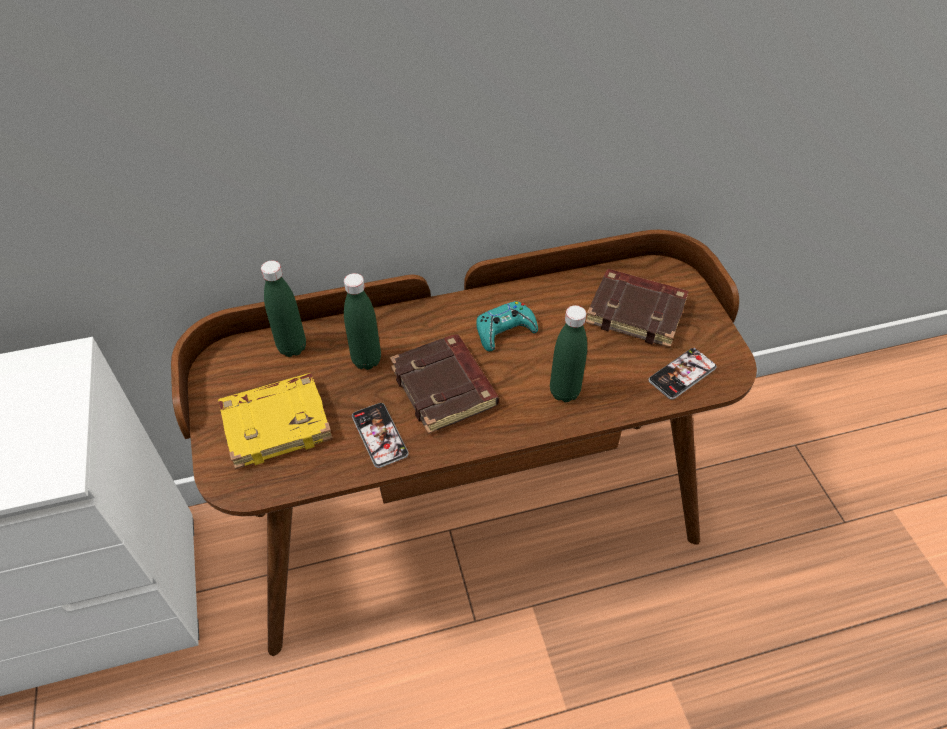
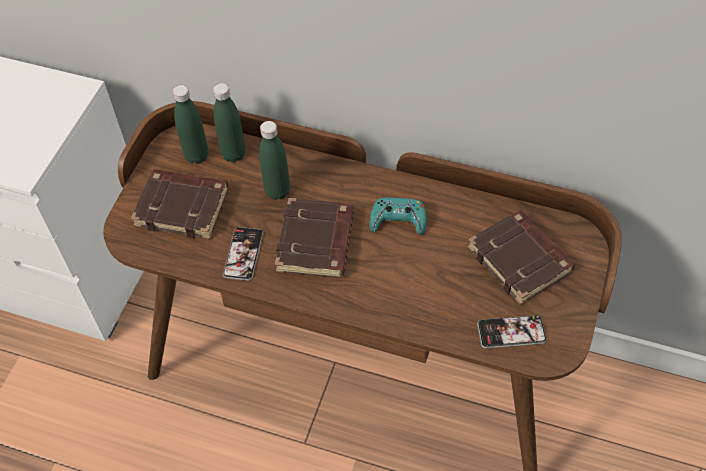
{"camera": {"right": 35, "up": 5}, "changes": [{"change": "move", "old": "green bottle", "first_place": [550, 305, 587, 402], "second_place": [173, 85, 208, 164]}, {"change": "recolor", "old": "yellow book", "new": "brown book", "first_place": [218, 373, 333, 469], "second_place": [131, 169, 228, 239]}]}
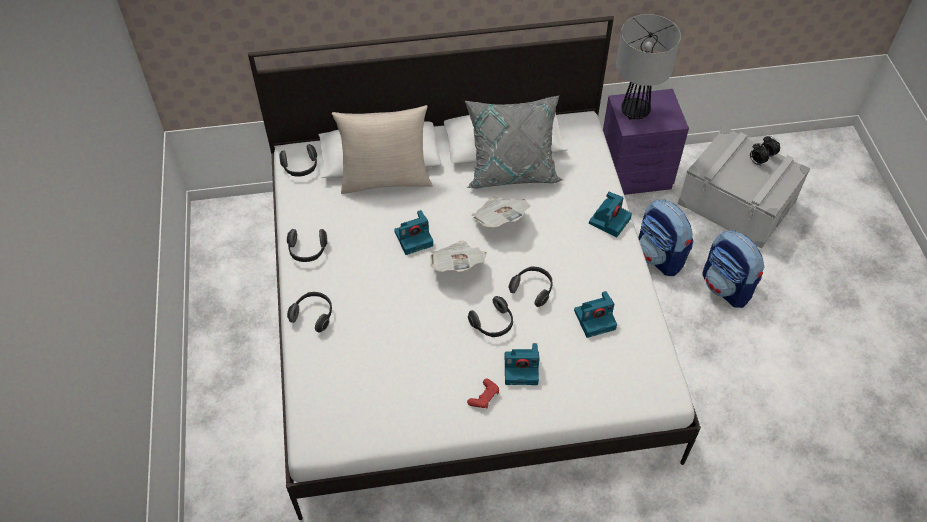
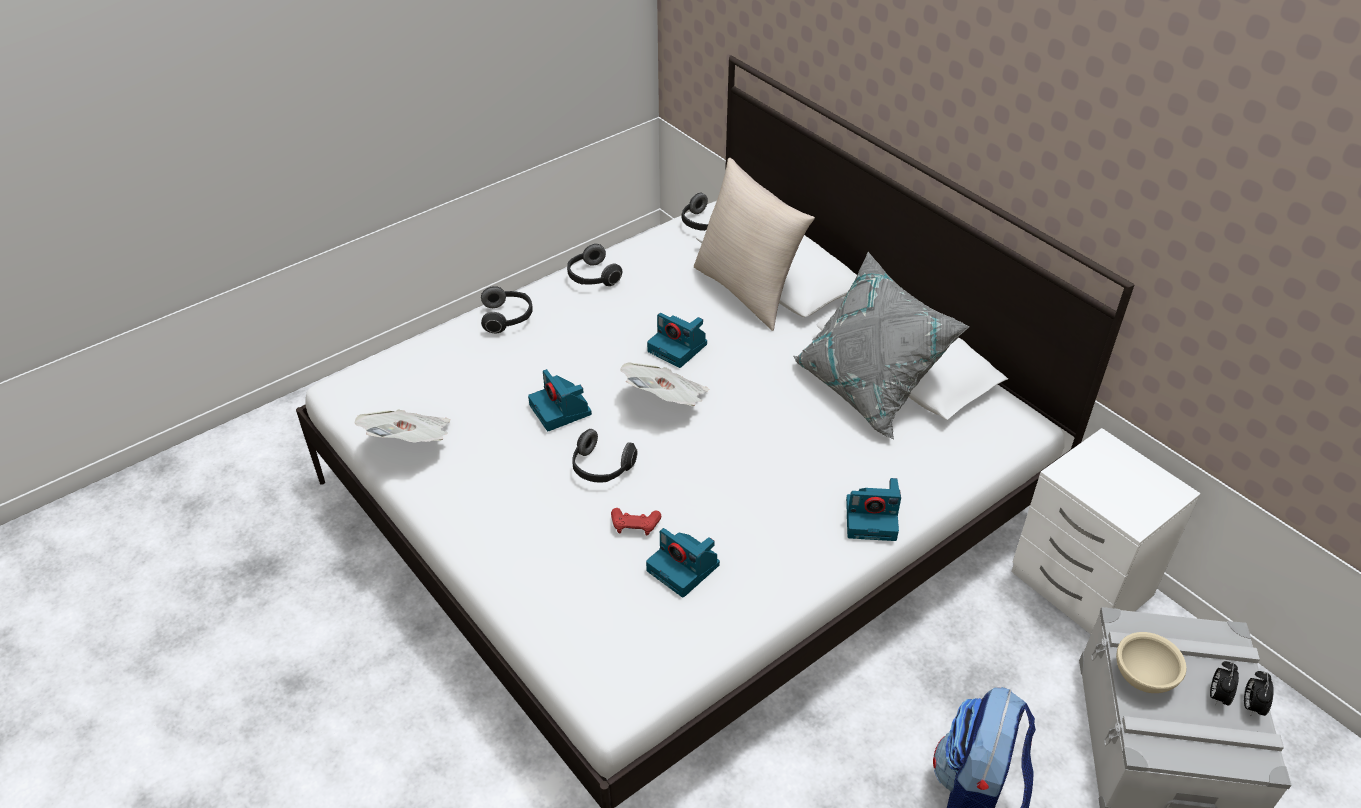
{"camera": {"right": 60, "up": -10}, "changes": [{"change": "delete", "old": "table lamp", "first_place": [616, 14, 681, 120]}, {"change": "recolor", "old": "purple nightstand", "new": "white nightstand", "first_place": [603, 89, 689, 195], "second_place": [1011, 428, 1201, 634]}, {"change": "move", "old": "newspaper", "first_place": [471, 197, 531, 227], "second_place": [355, 409, 450, 443]}, {"change": "delete", "old": "backpack", "first_place": [638, 199, 693, 276]}, {"change": "delete", "old": "headphones", "first_place": [509, 266, 552, 307]}, {"change": "move", "old": "photo camera", "first_place": [505, 343, 540, 385], "second_place": [528, 369, 592, 431]}, {"change": "move", "old": "red game controller", "first_place": [467, 378, 499, 409], "second_place": [611, 508, 661, 535]}, {"change": "insert", "new": "beige bowl", "second_place": [1116, 632, 1186, 693]}]}
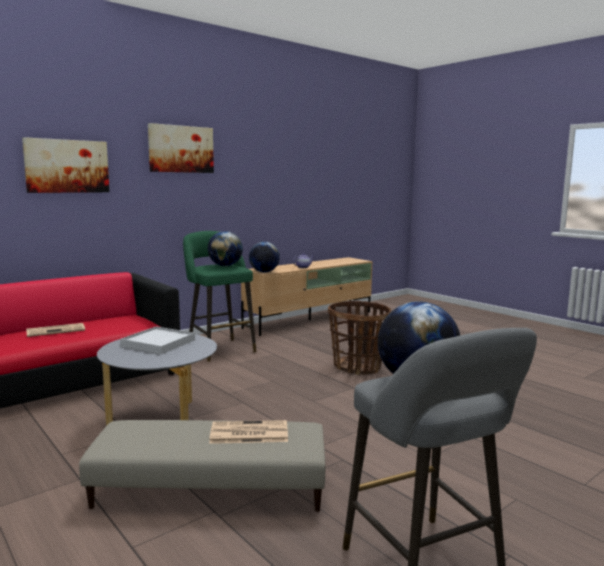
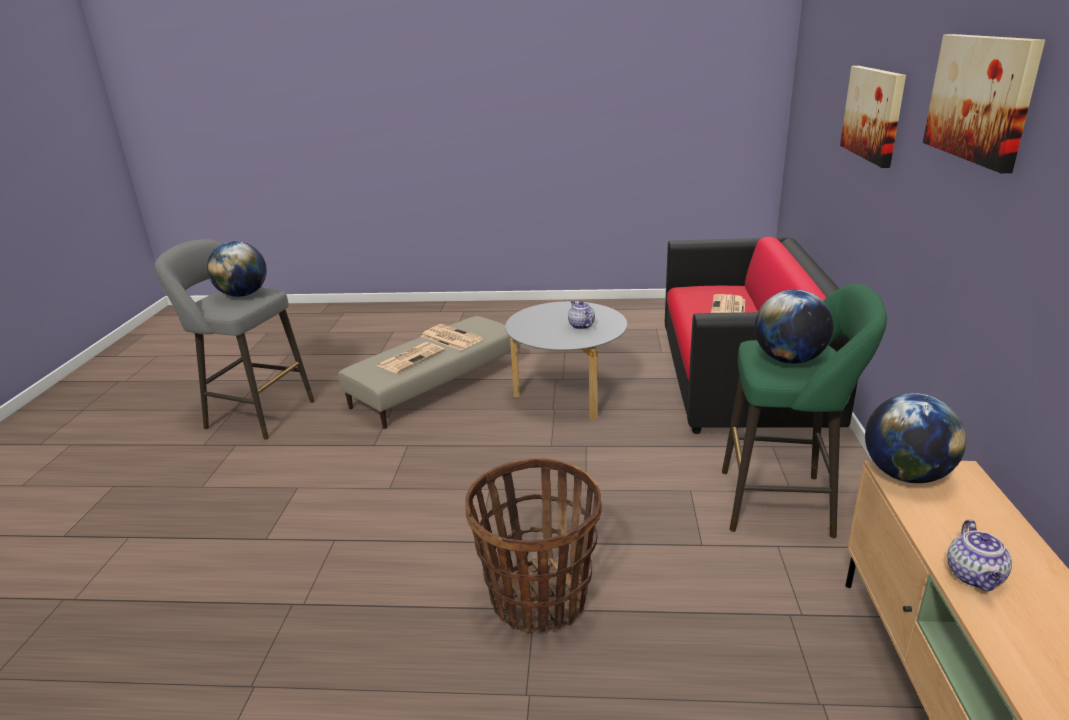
{"camera": {"right": 135, "up": 15}, "changes": [{"change": "replace", "old": "white tray", "new": "teapot", "first_place": [120, 326, 195, 354], "second_place": [568, 301, 595, 329]}, {"change": "insert", "new": "newspaper", "second_place": [421, 324, 483, 351]}]}
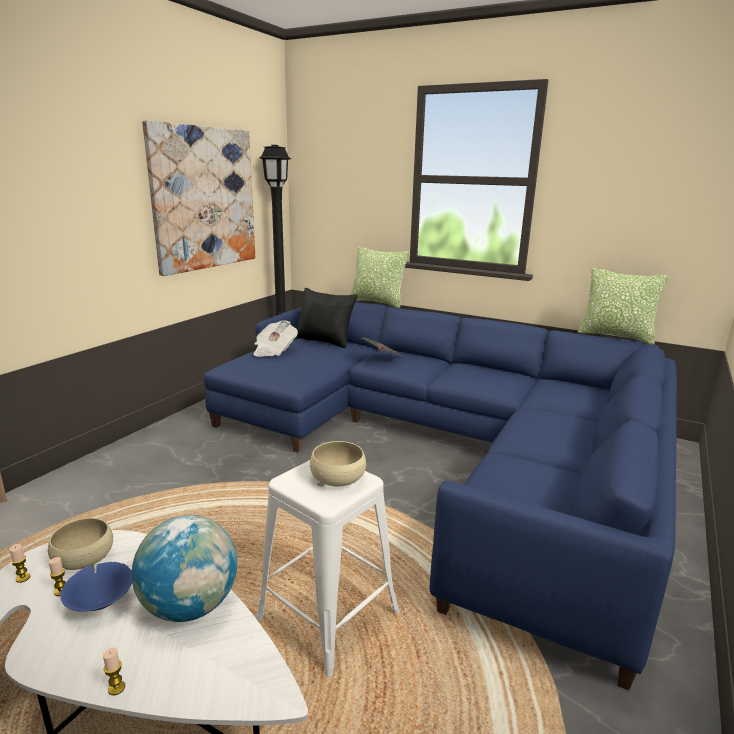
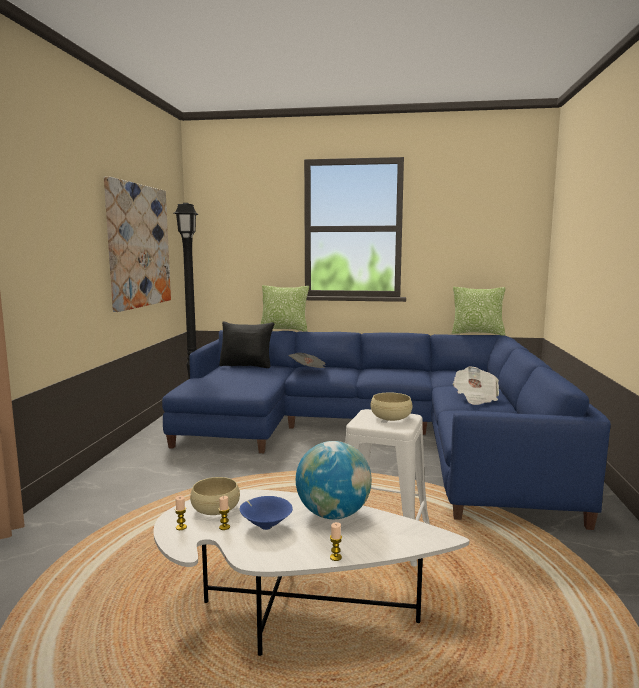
{"camera": {"right": -20, "up": -10}, "changes": [{"change": "move", "old": "newspaper", "first_place": [254, 320, 298, 357], "second_place": [453, 367, 499, 405]}]}
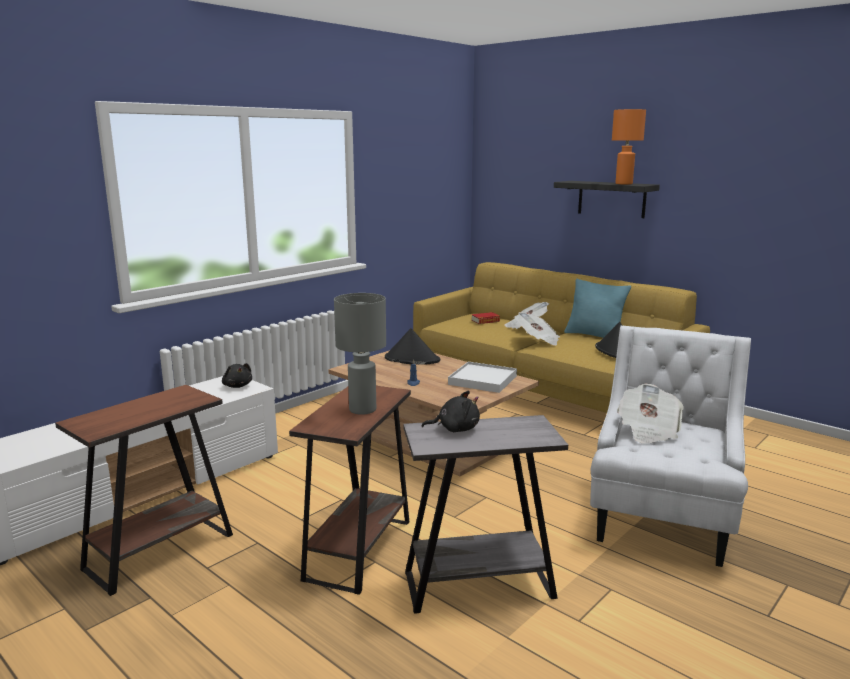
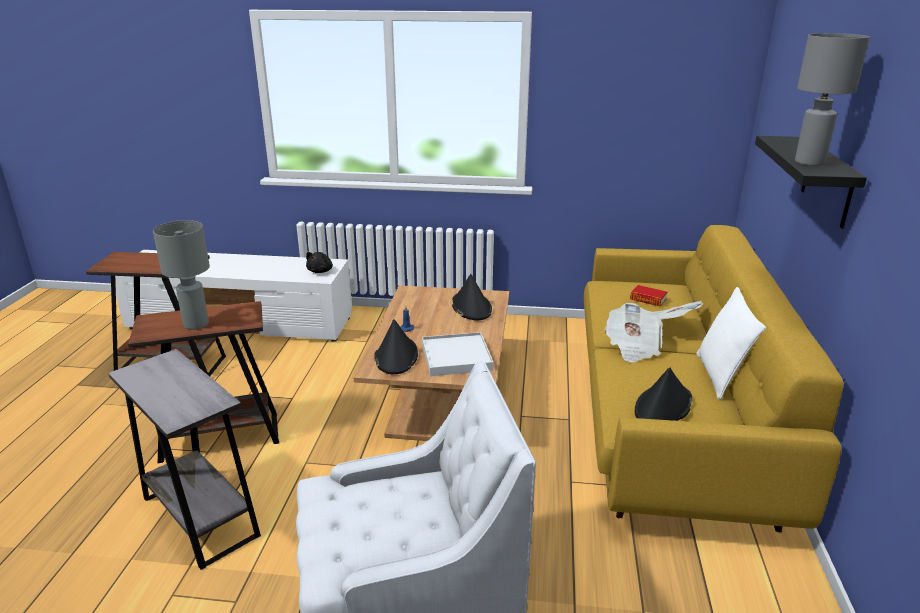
{"camera": {"right": 55, "up": 10}, "changes": [{"change": "recolor", "old": "orange table lamp", "new": "grey table lamp", "first_place": [612, 109, 646, 185], "second_place": [795, 33, 870, 166]}, {"change": "recolor", "old": "turquoise pillow", "new": "white pillow", "first_place": [564, 279, 631, 338], "second_place": [696, 287, 766, 400]}, {"change": "delete", "old": "newspaper", "first_place": [617, 384, 684, 444]}, {"change": "delete", "old": "black plush toy", "first_place": [422, 391, 480, 432]}, {"change": "insert", "new": "black hat", "second_place": [374, 319, 418, 374]}]}
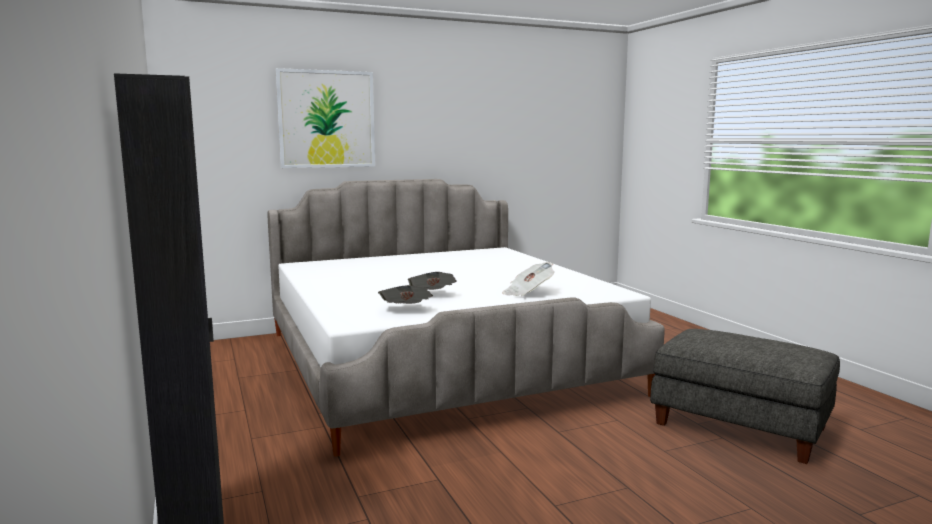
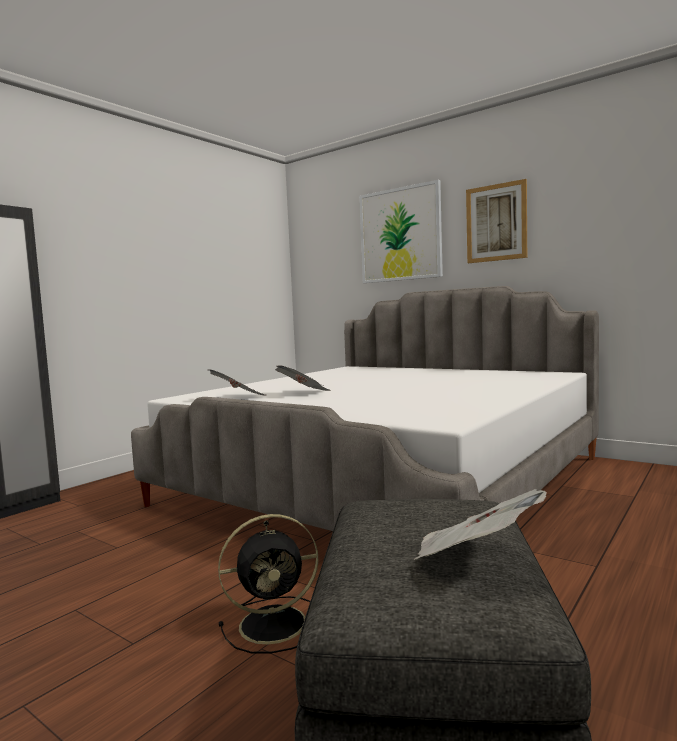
{"camera": {"right": 60, "up": -5}, "changes": [{"change": "move", "old": "newspaper", "first_place": [502, 262, 555, 296], "second_place": [414, 489, 547, 560]}, {"change": "insert", "new": "picture", "second_place": [466, 179, 527, 263]}, {"change": "insert", "new": "black fan", "second_place": [218, 514, 319, 653]}]}
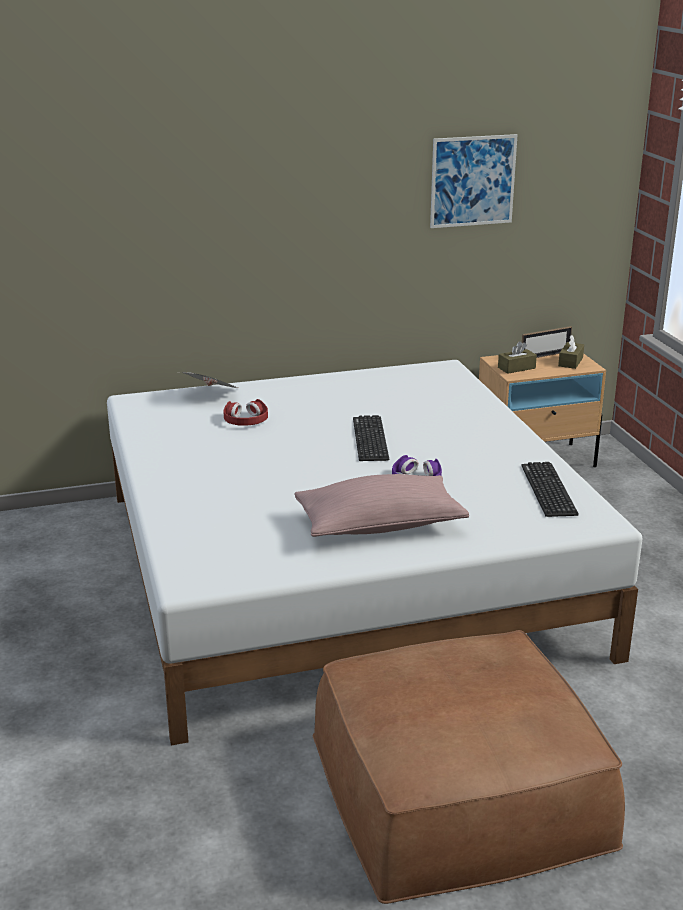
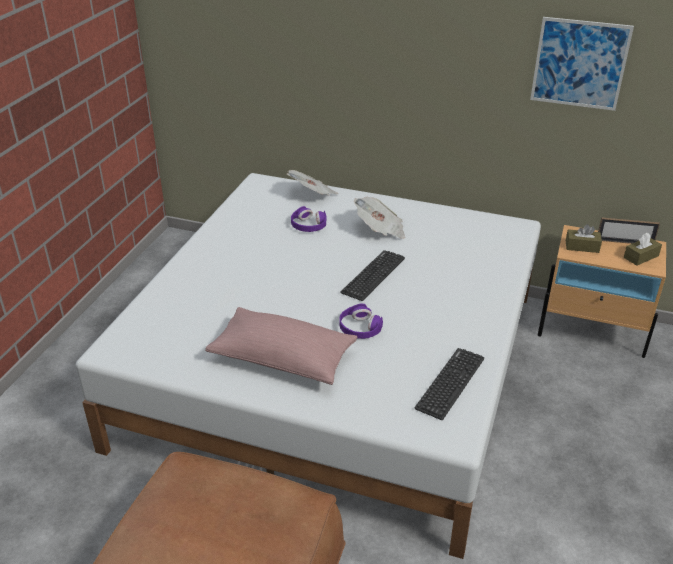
{"camera": {"right": 35, "up": 10}, "changes": [{"change": "recolor", "old": "red headphones", "new": "purple headphones", "first_place": [223, 399, 268, 426], "second_place": [291, 206, 327, 232]}, {"change": "insert", "new": "newspaper", "second_place": [354, 197, 405, 239]}]}
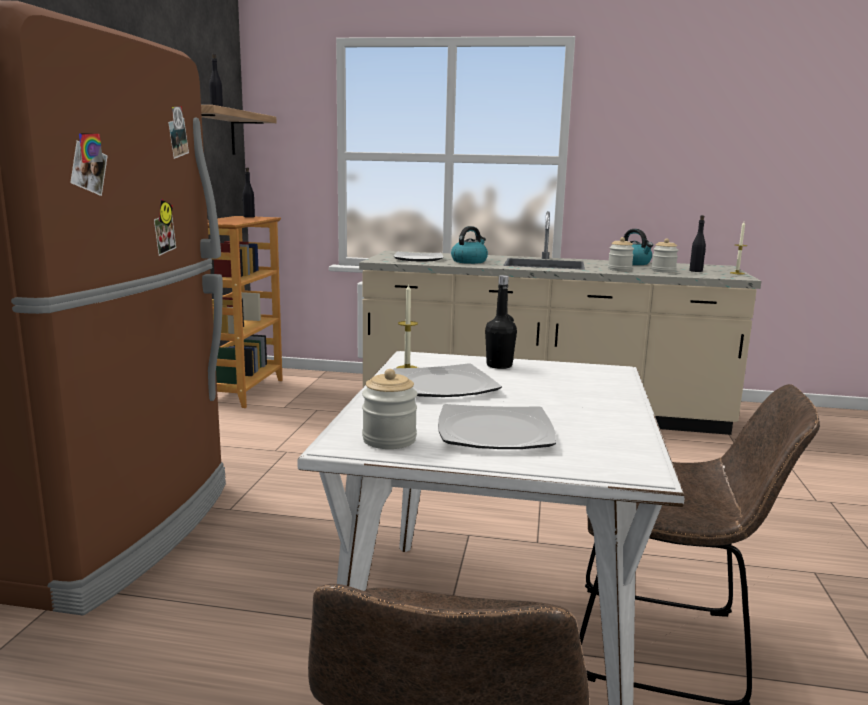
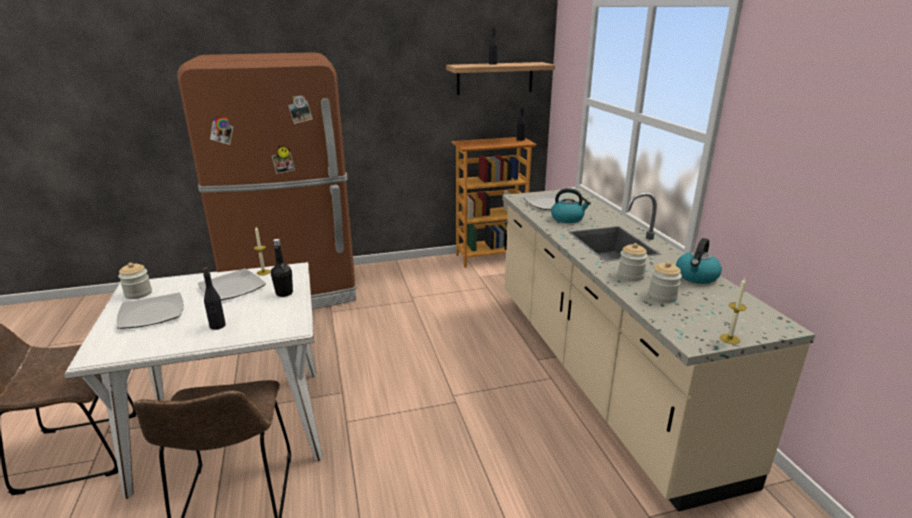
{"camera": {"right": 65, "up": 10}, "changes": [{"change": "move", "old": "black bottle", "first_place": [689, 215, 706, 272], "second_place": [203, 267, 226, 330]}]}
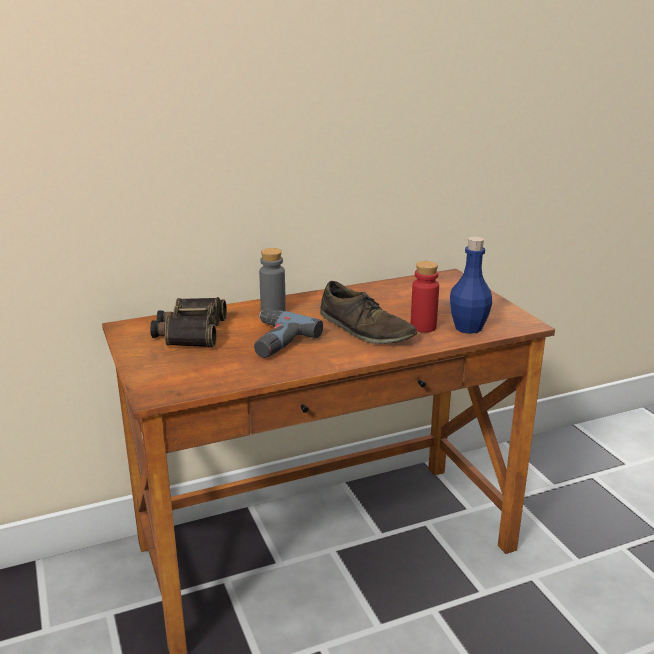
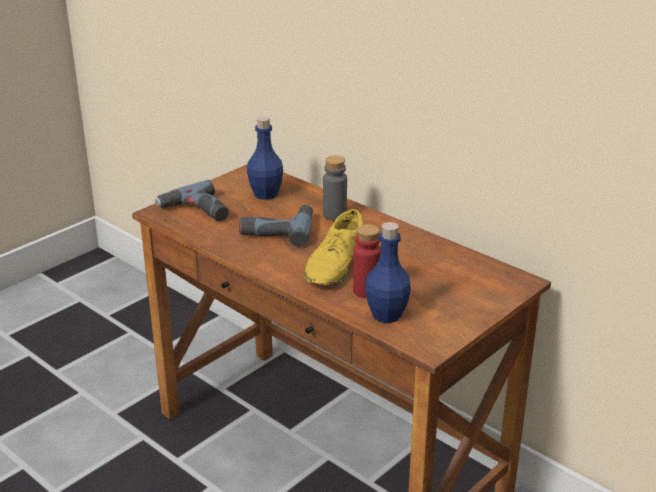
{"camera": {"right": 65, "up": 5}, "changes": [{"change": "recolor", "old": "brown shoe", "new": "yellow shoe", "first_place": [320, 281, 417, 344], "second_place": [304, 209, 364, 286]}, {"change": "replace", "old": "binoculars", "new": "blue bottle", "first_place": [150, 297, 227, 347], "second_place": [247, 116, 283, 200]}, {"change": "insert", "new": "power drill", "second_place": [155, 180, 229, 221]}]}
